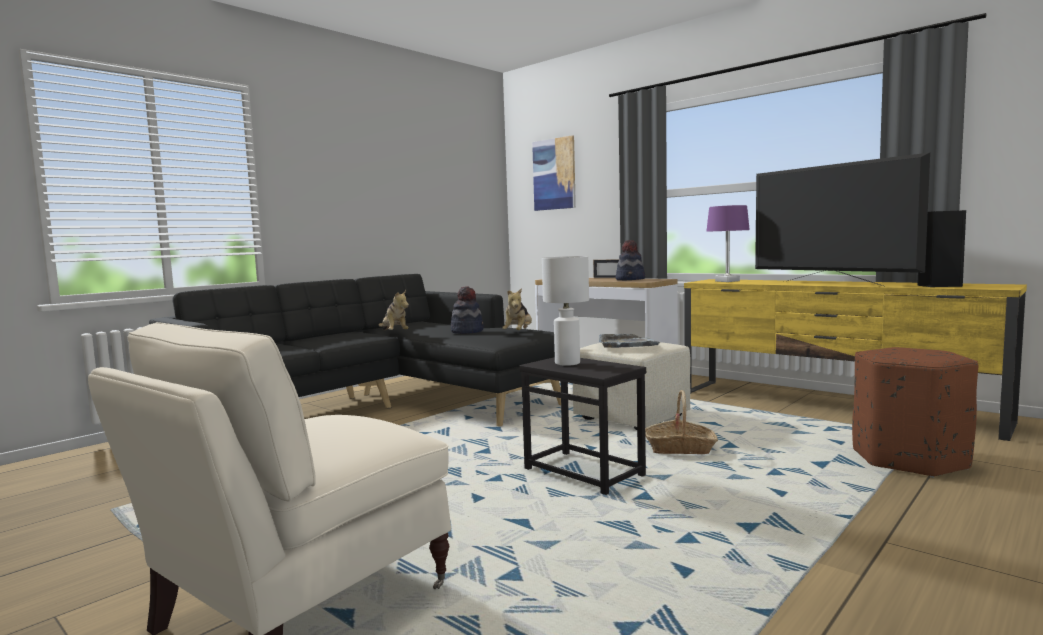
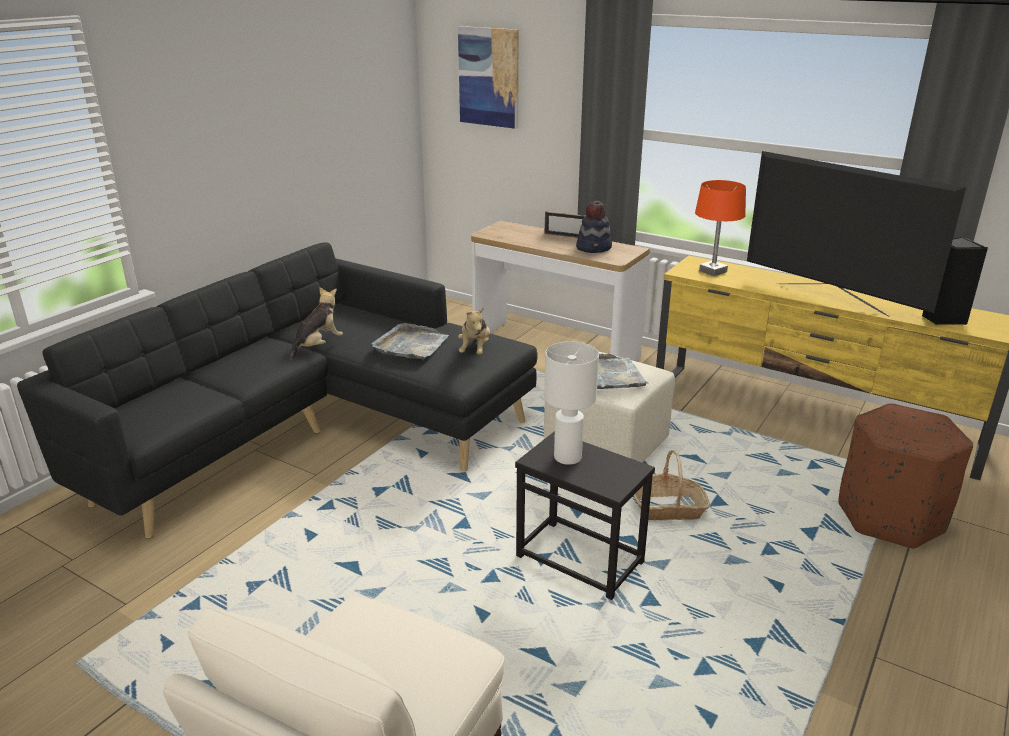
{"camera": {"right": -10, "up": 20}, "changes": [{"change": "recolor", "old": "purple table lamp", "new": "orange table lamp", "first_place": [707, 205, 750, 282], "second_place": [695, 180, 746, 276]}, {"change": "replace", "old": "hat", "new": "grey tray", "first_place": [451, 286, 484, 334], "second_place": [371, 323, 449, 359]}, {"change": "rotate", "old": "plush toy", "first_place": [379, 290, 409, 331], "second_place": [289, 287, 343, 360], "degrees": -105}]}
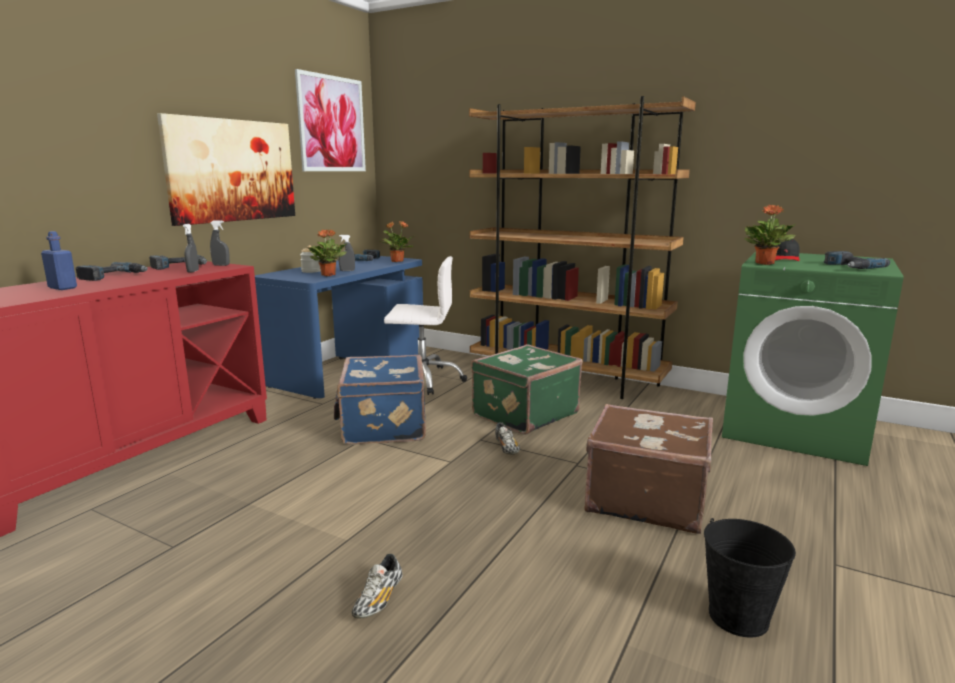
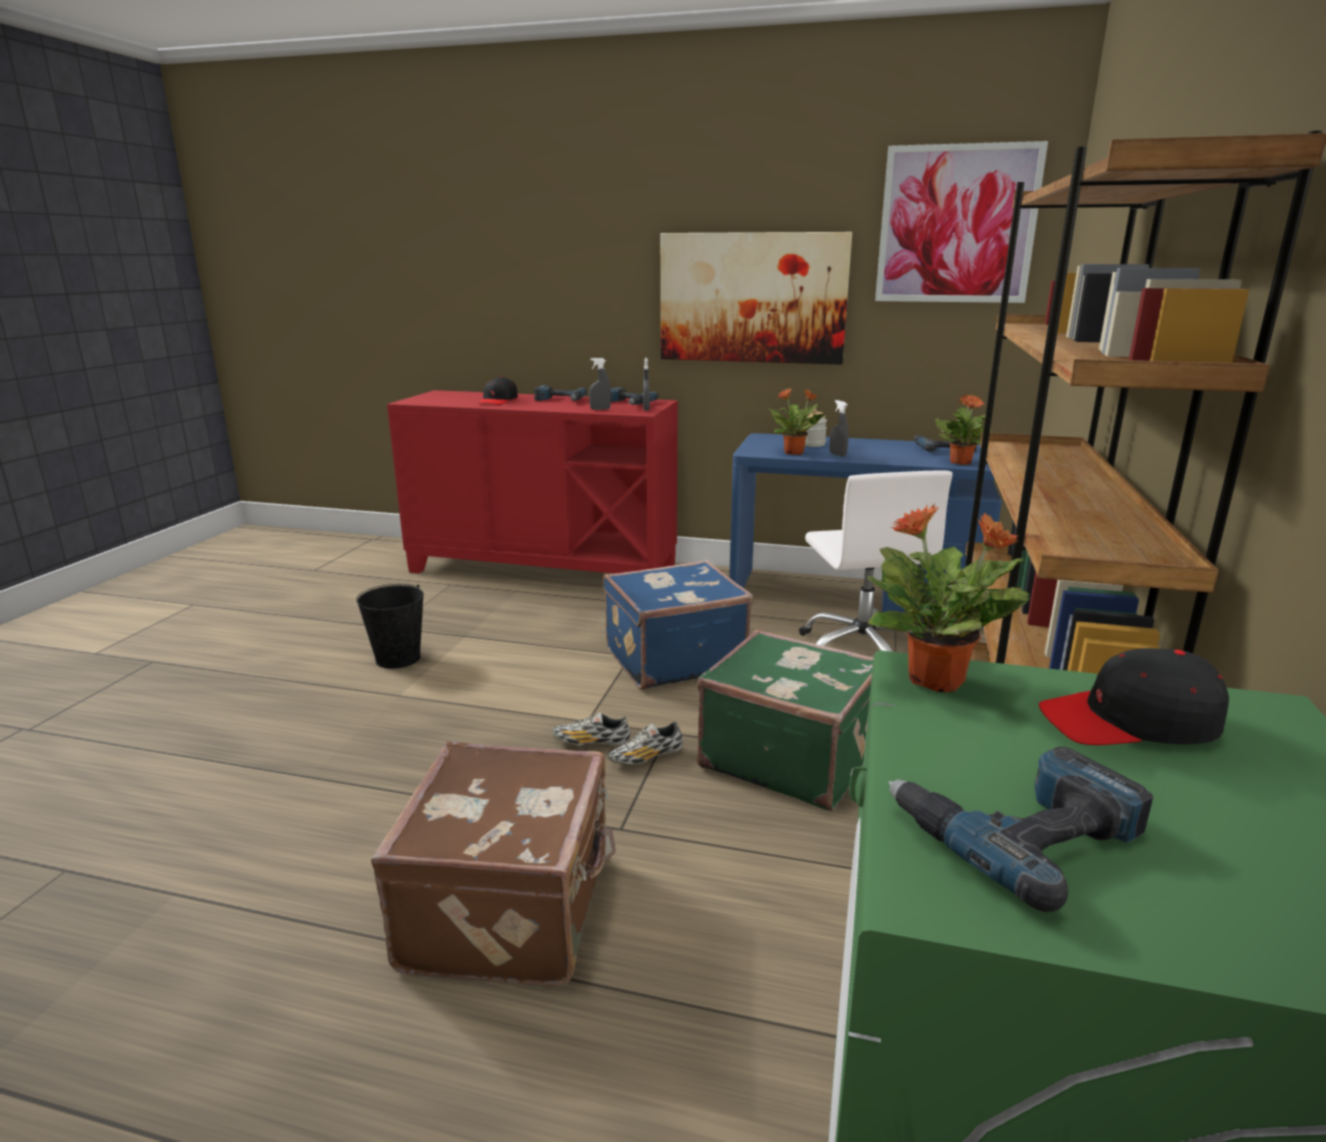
{"camera": {"right": 75, "up": 5}, "changes": [{"change": "replace", "old": "blue bottle", "new": "black cap", "first_place": [41, 231, 77, 290], "second_place": [478, 376, 518, 405]}, {"change": "move", "old": "black bucket", "first_place": [704, 518, 796, 638], "second_place": [356, 584, 424, 669]}, {"change": "move", "old": "shoe", "first_place": [351, 554, 402, 618], "second_place": [552, 712, 630, 746]}]}
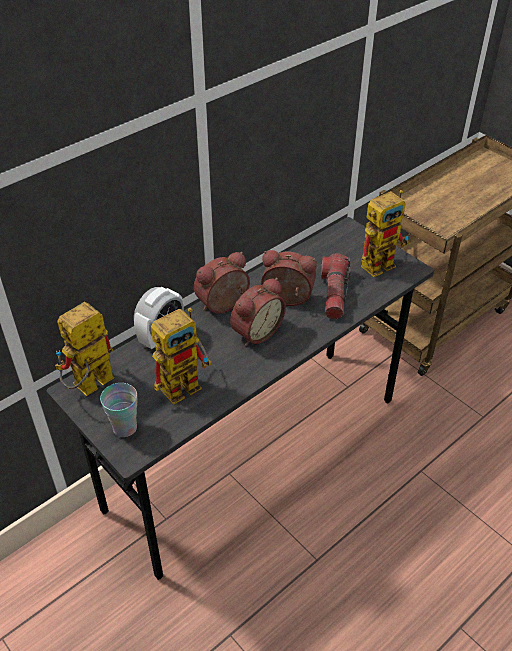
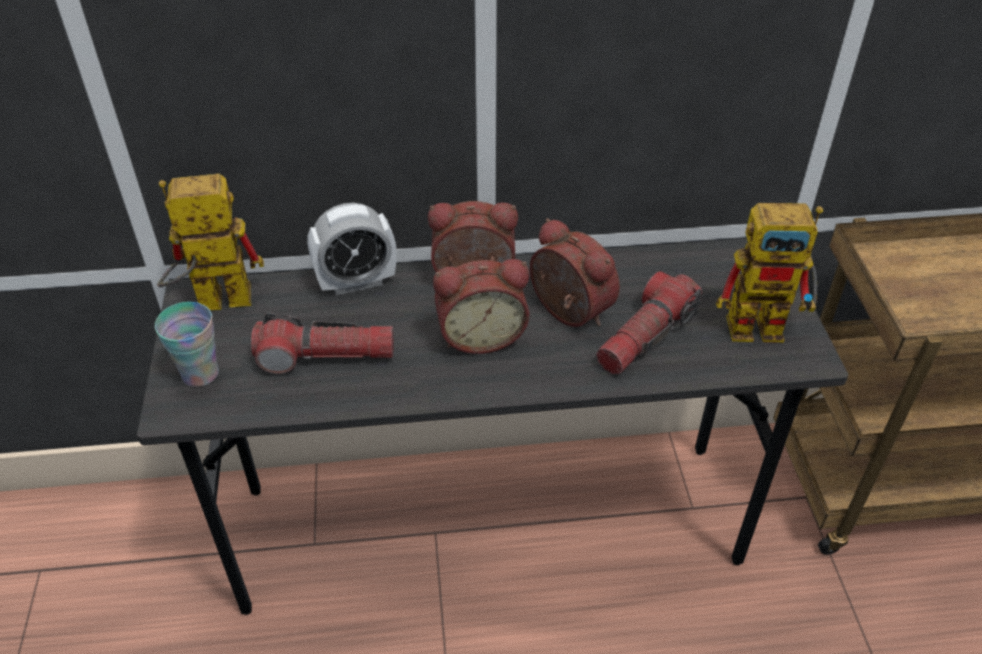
{"camera": {"right": 35, "up": 0}, "changes": [{"change": "replace", "old": "toy robot", "new": "flashlight", "first_place": [151, 308, 212, 405], "second_place": [251, 312, 394, 374]}]}
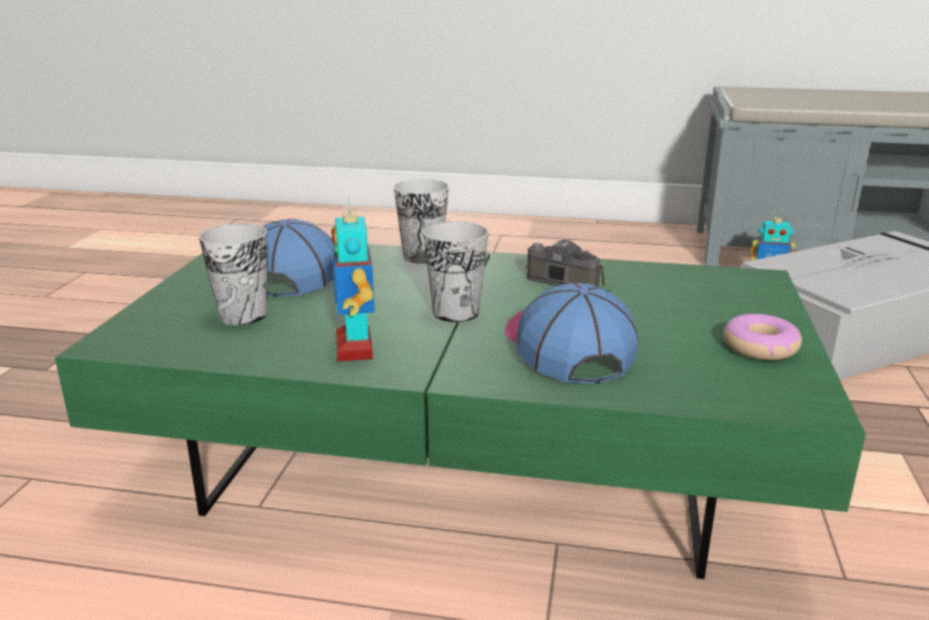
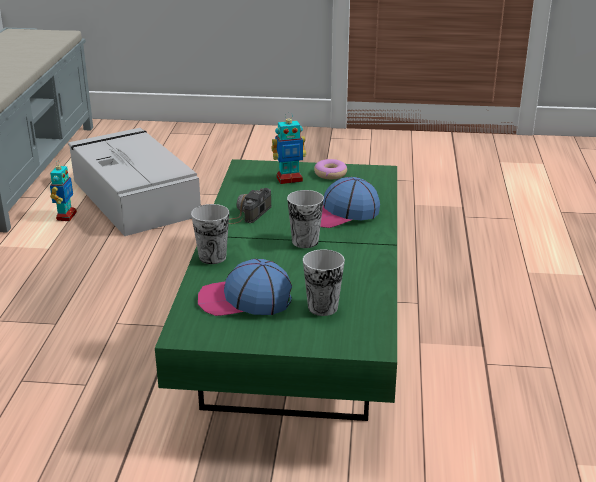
{"camera": {"right": -95, "up": 5}, "changes": [{"change": "move", "old": "toy robot", "first_place": [331, 199, 375, 362], "second_place": [271, 112, 306, 184]}]}
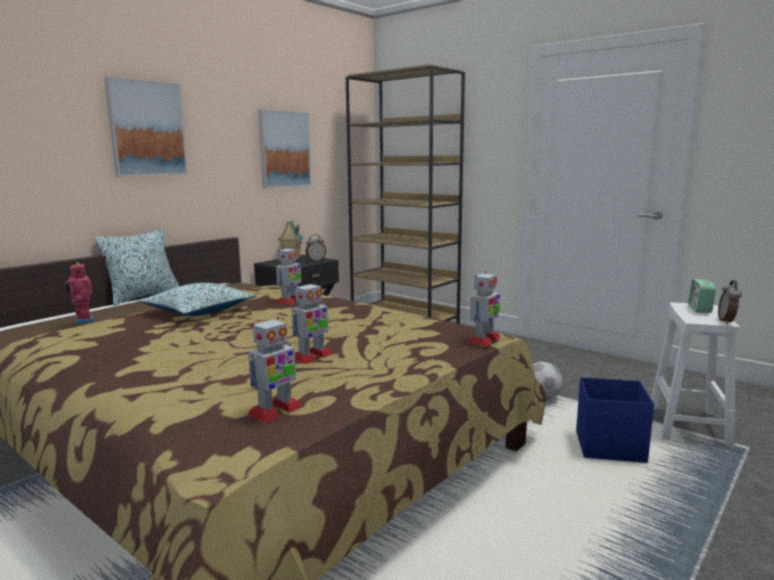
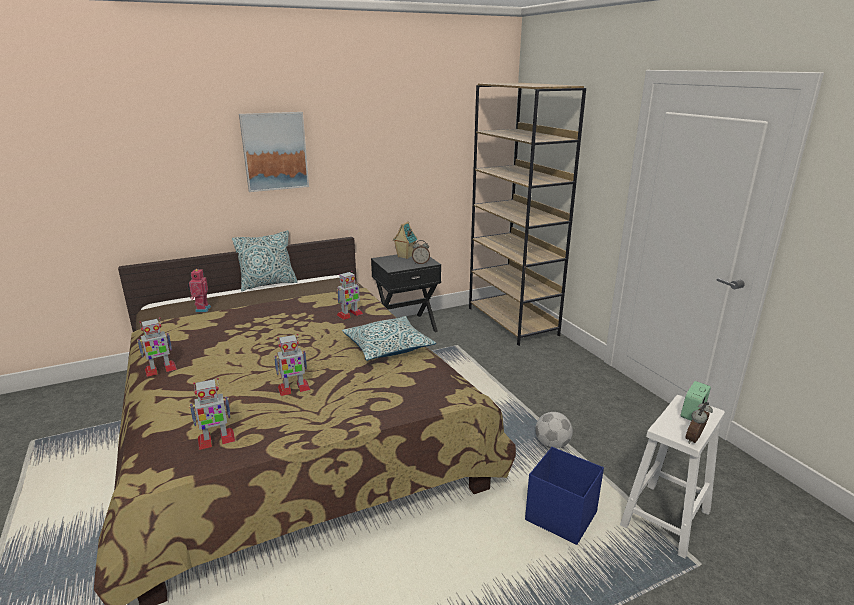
{"camera": {"right": 25, "up": 10}, "changes": [{"change": "delete", "old": "picture", "first_place": [258, 110, 312, 189]}, {"change": "move", "old": "toy robot", "first_place": [467, 271, 500, 347], "second_place": [137, 317, 177, 377]}, {"change": "move", "old": "pillow", "first_place": [139, 283, 256, 316], "second_place": [342, 316, 436, 361]}]}
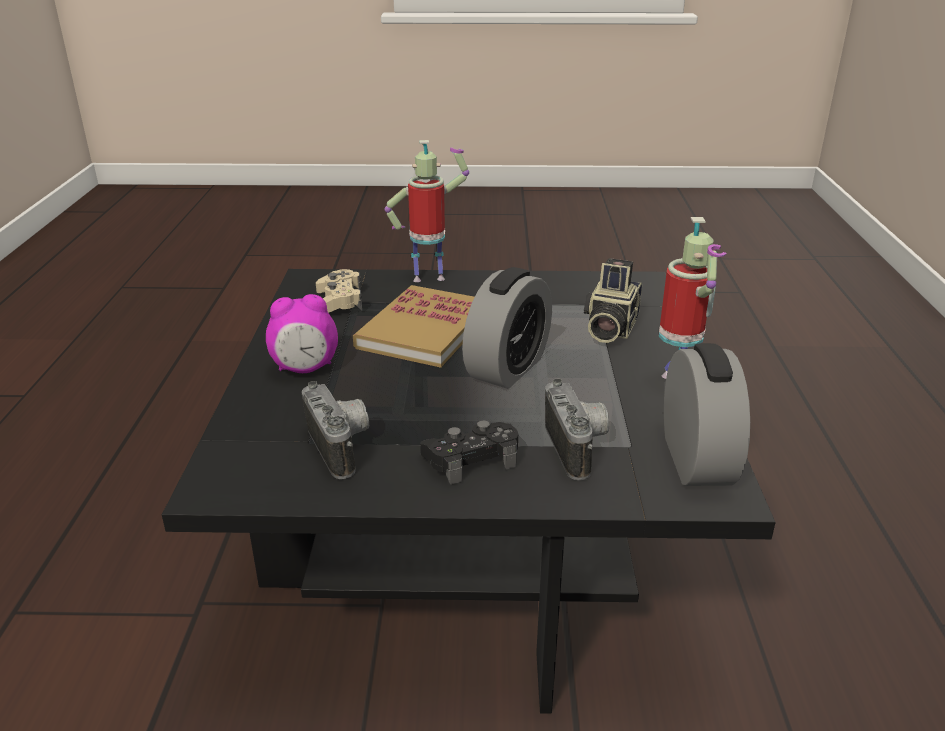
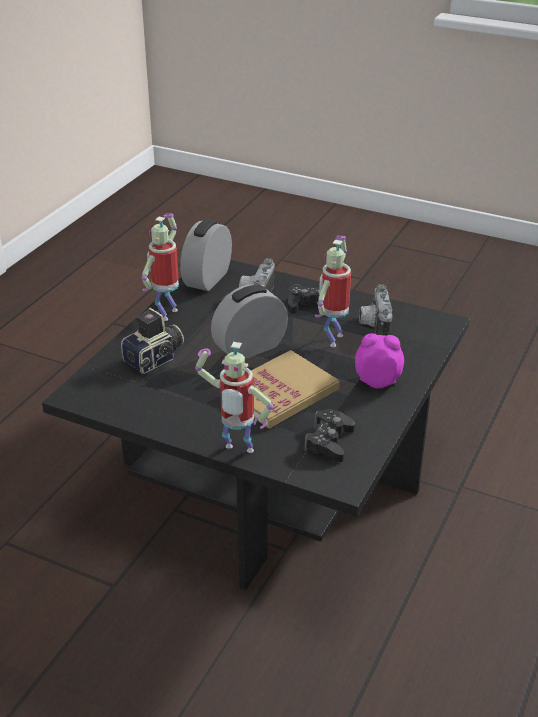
{"camera": {"right": -155, "up": 5}, "changes": [{"change": "recolor", "old": "beige game controller", "new": "black game controller", "first_place": [316, 269, 362, 313], "second_place": [305, 409, 355, 462]}, {"change": "insert", "new": "toy robot", "second_place": [315, 236, 351, 347]}]}
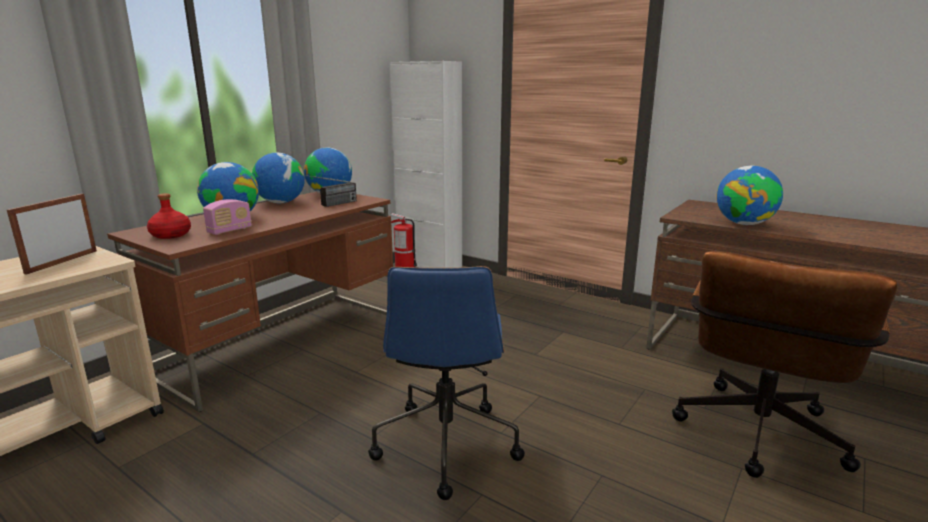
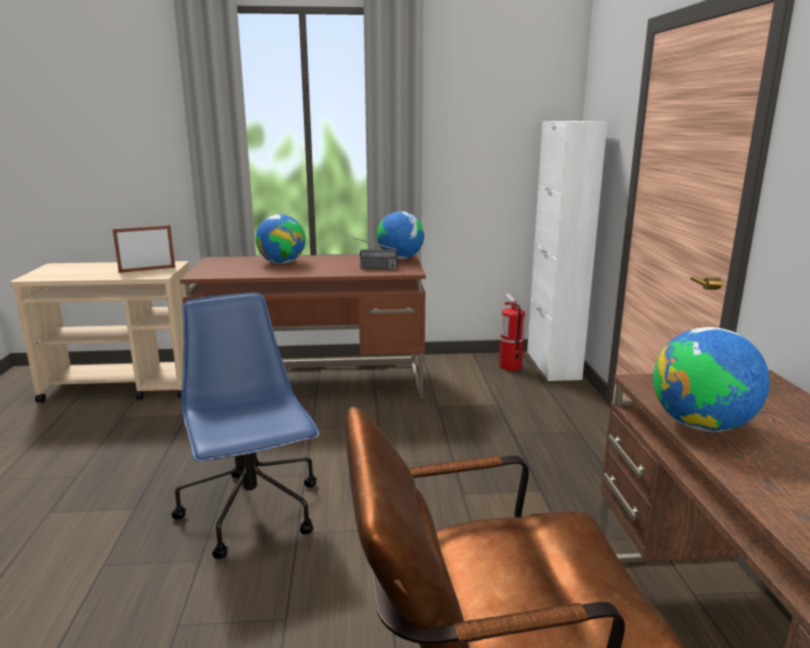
{"camera": {"right": 50, "up": 0}, "changes": [{"change": "delete", "old": "globe", "first_place": [252, 153, 305, 203]}, {"change": "delete", "old": "red bottle", "first_place": [147, 193, 191, 239]}, {"change": "delete", "old": "radio", "first_place": [203, 199, 252, 235]}, {"change": "rotate", "old": "blue office chair", "first_place": [368, 266, 525, 500], "second_place": [171, 293, 320, 559], "degrees": 105}]}
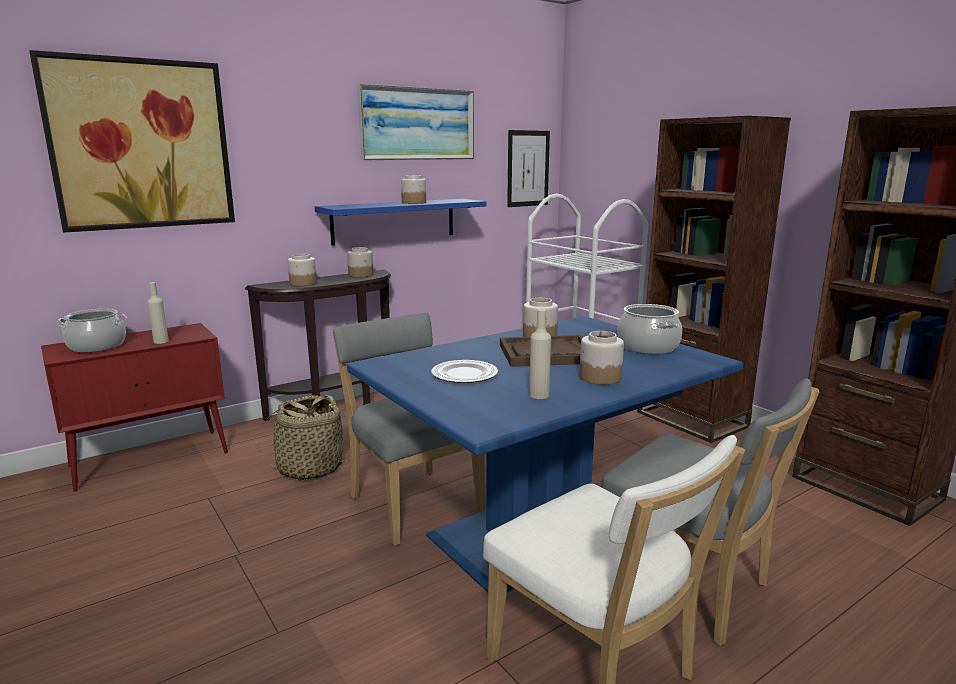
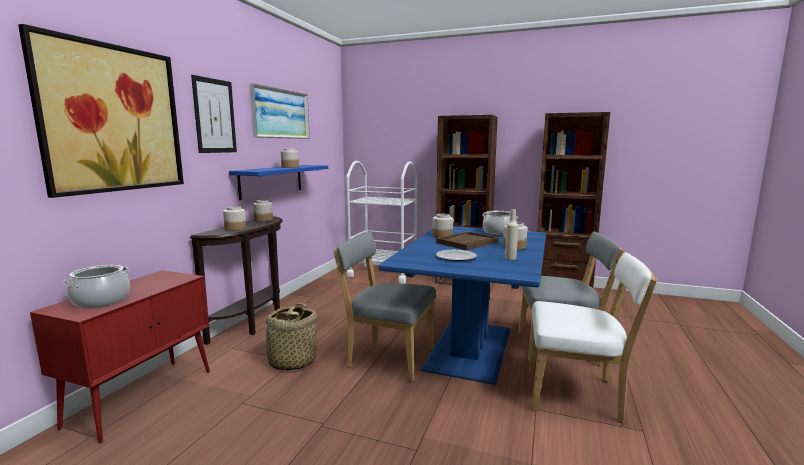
{"camera": {"right": -35, "up": -5}, "changes": [{"change": "move", "old": "picture", "first_place": [507, 130, 550, 207], "second_place": [191, 75, 237, 153]}, {"change": "delete", "old": "beige bottle", "first_place": [147, 282, 169, 344]}]}
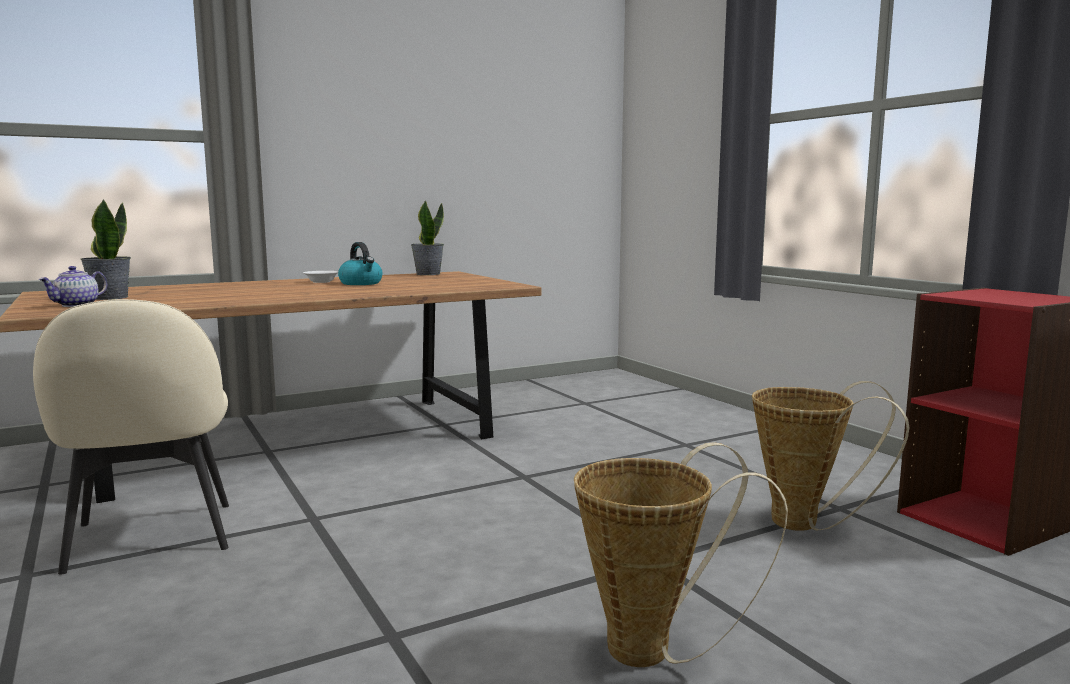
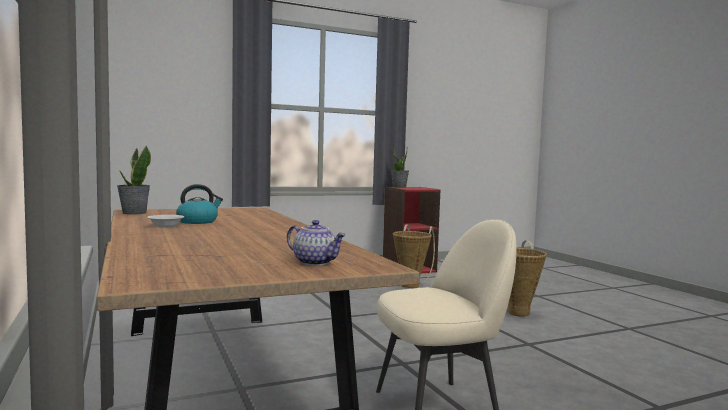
{"camera": {"right": -85, "up": -5}, "changes": [{"change": "move", "old": "potted plant", "first_place": [81, 199, 131, 300], "second_place": [391, 148, 409, 188]}]}
